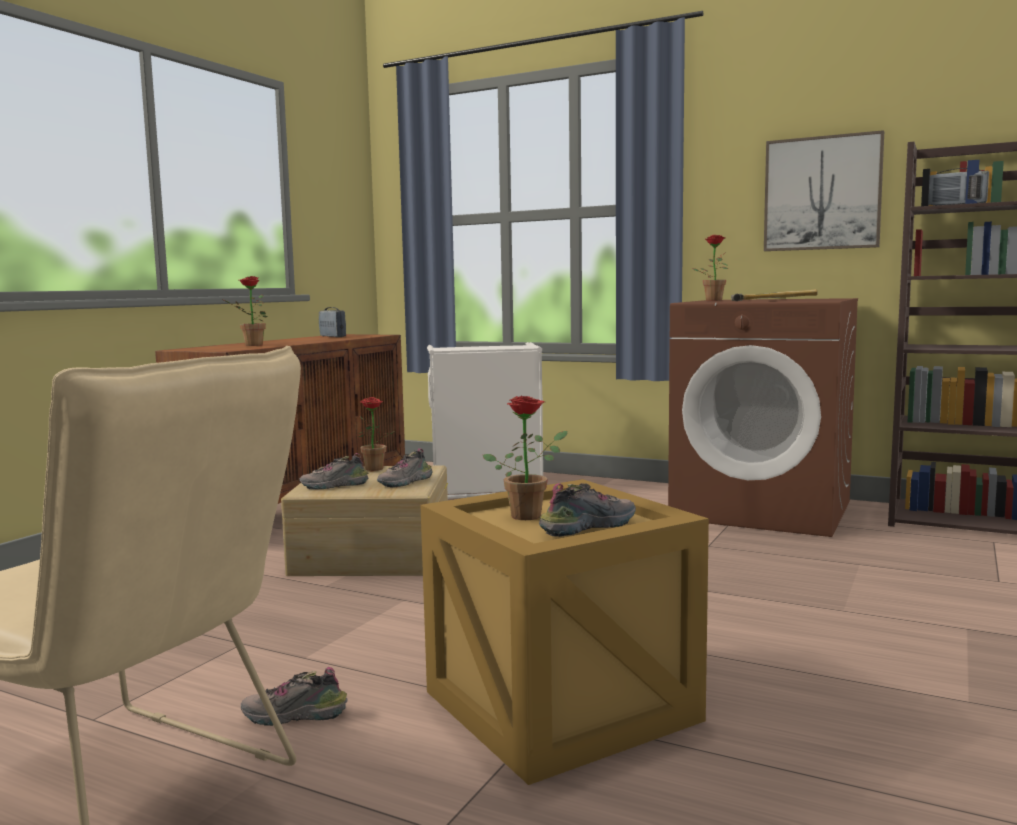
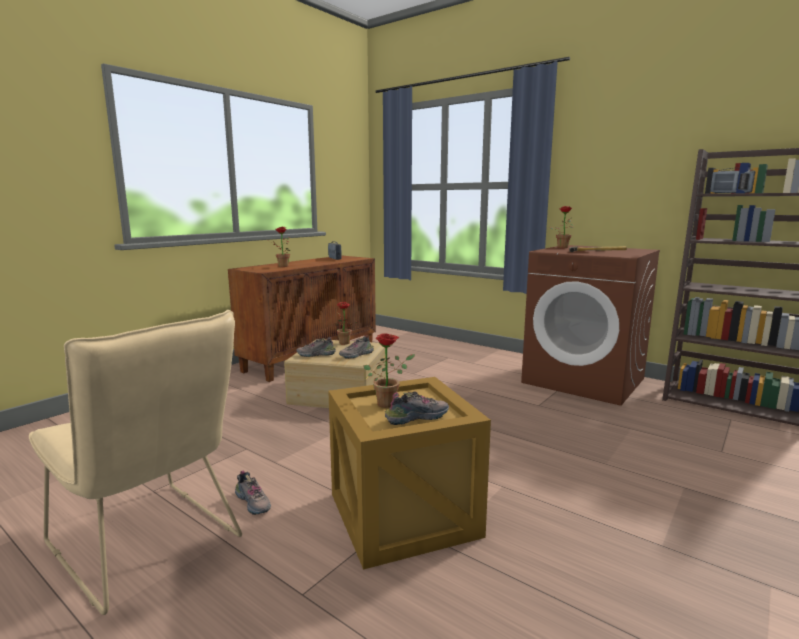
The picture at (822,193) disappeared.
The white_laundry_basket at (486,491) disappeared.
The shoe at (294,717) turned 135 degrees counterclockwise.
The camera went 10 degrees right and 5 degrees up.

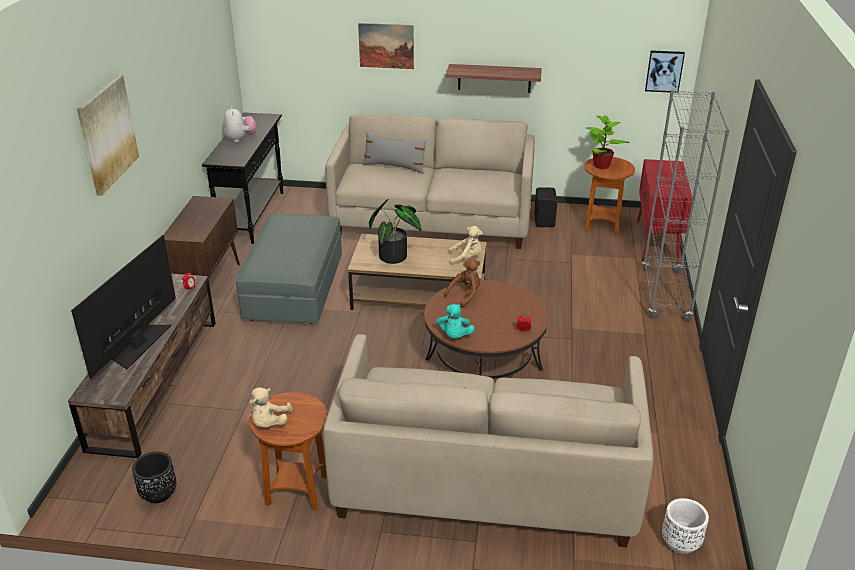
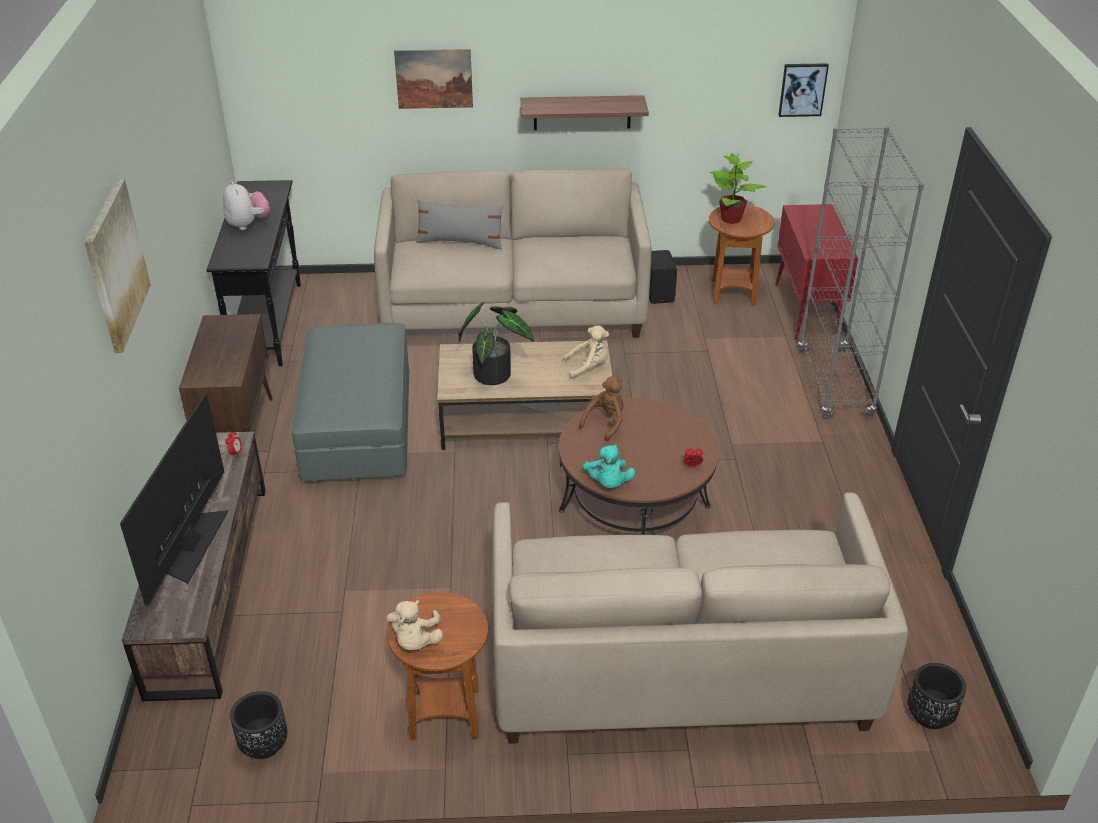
The white_planter at (680,543) became the black_planter at (929,715).
The camera went 10 degrees left and 5 degrees up.

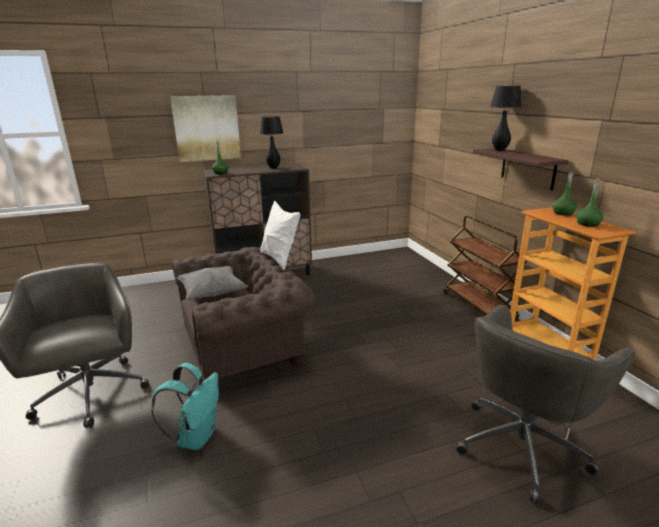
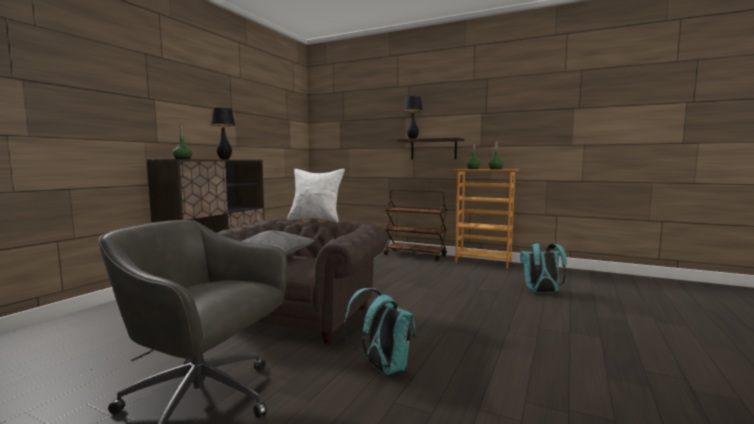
The picture at (207,128) disappeared.
The grey_office_chair at (523,444) was replaced by the turquoise_backpack at (541,292).
The camera went 45 degrees left and 15 degrees down.

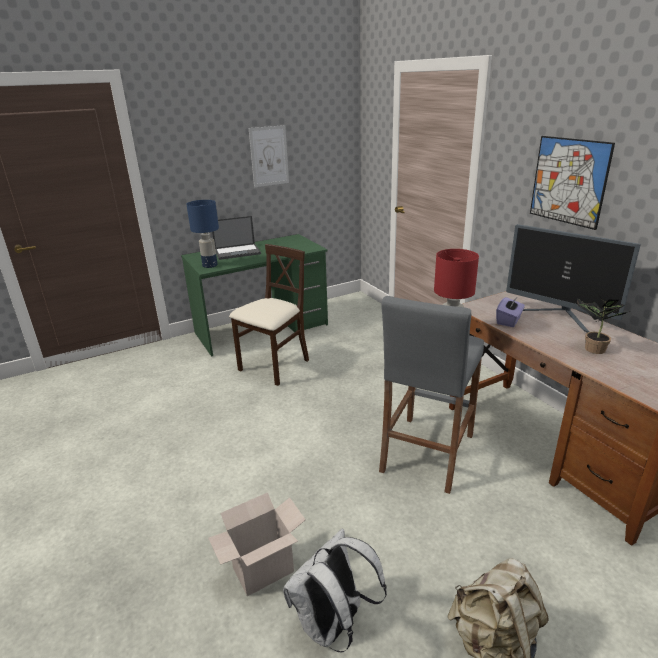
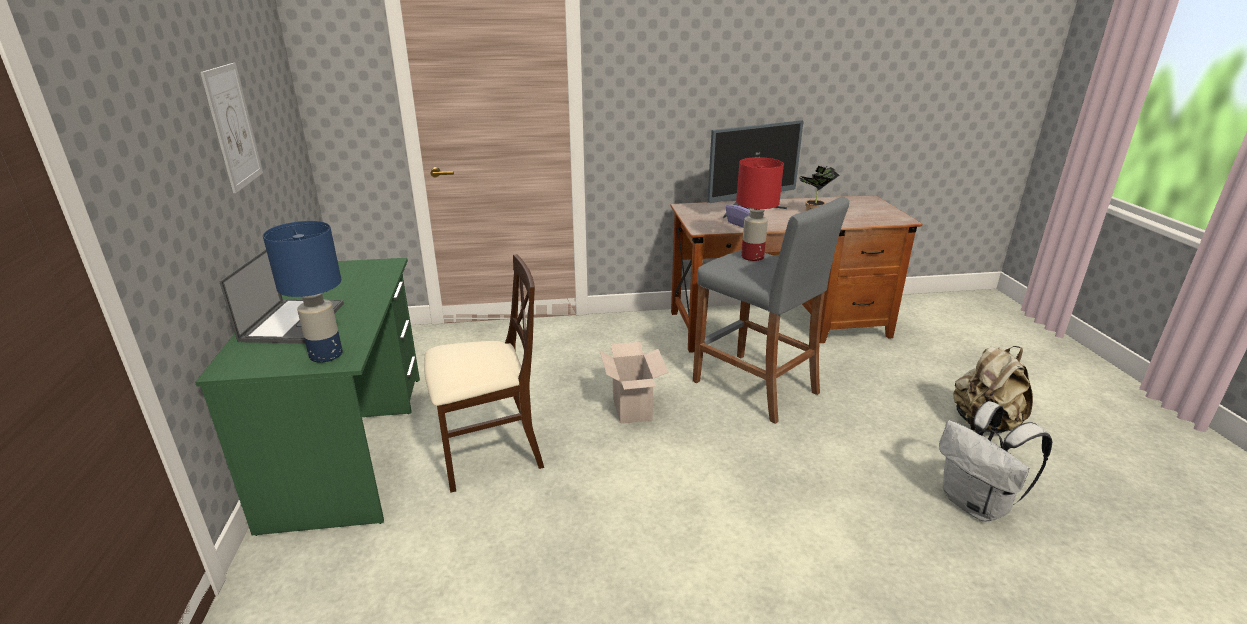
The picture at (569,181) disappeared.
The beige_chair at (274,366) turned 105 degrees clockwise.
The cardboard_box moved from (262,572) to (633,409).
The camera went 70 degrees left and 0 degrees up.

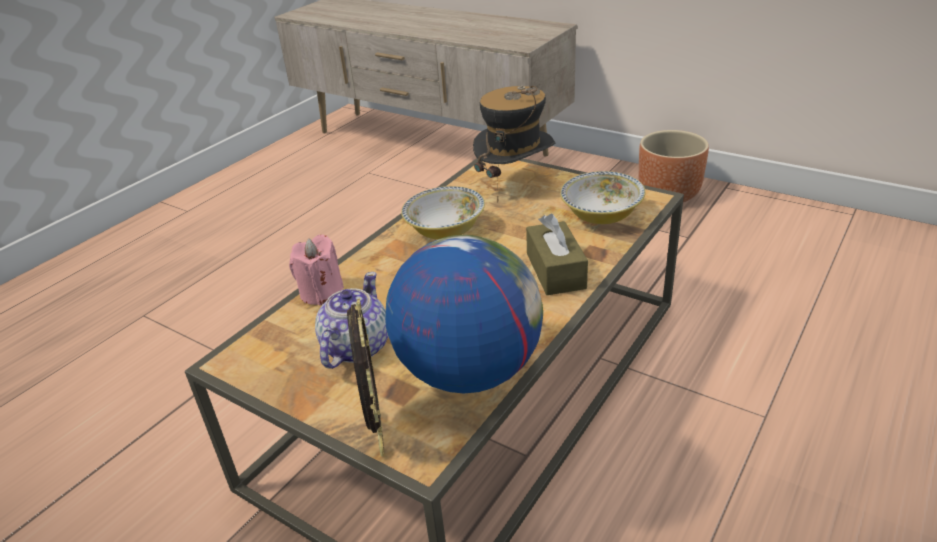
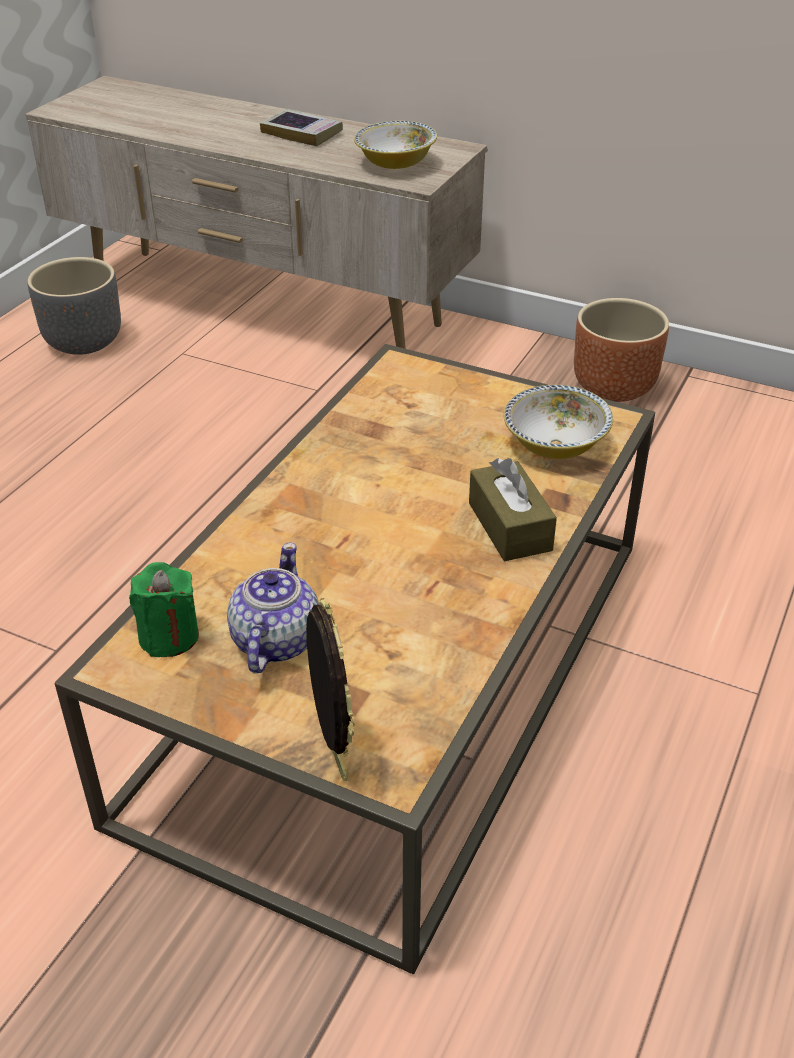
The hat at (515,184) disappeared.
The bowl moved from (445,230) to (395,163).
The pink_candle at (321,292) disappeared.
The globe at (468,371) disappeared.
The book at (302,133) appeared.
The grey_planter at (84,341) appeared.
The green_candle at (169,636) appeared.
The camera went 10 degrees left and 5 degrees up.

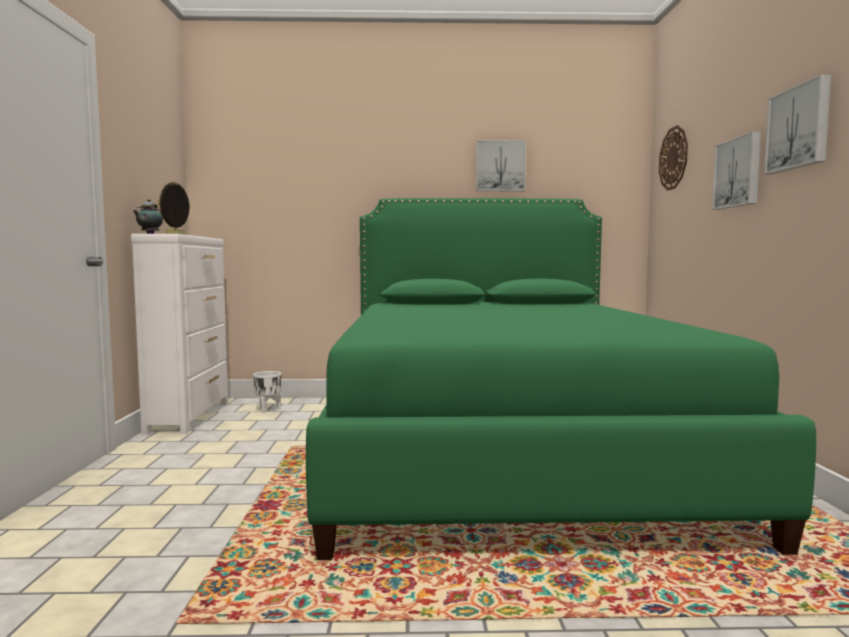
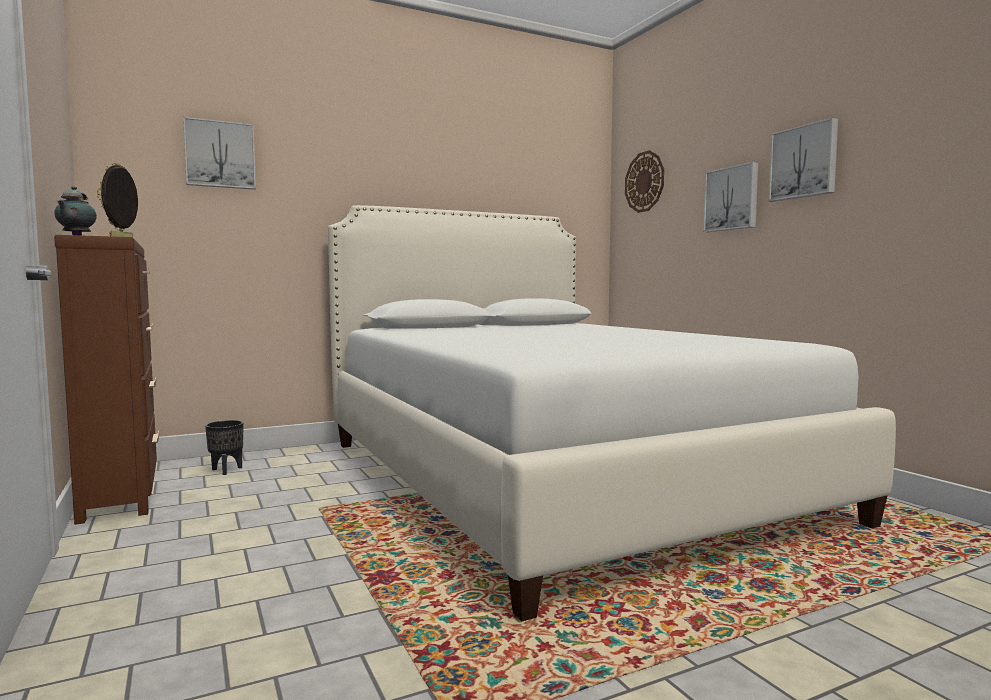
The picture moved from (500,166) to (220,155).
The green_bed at (504,448) became the white_bed at (552,477).
The white_dresser at (190,416) became the brown_dresser at (120,492).
The white_planter at (268,409) became the black_planter at (226,470).
The camera went 25 degrees left and 0 degrees up.

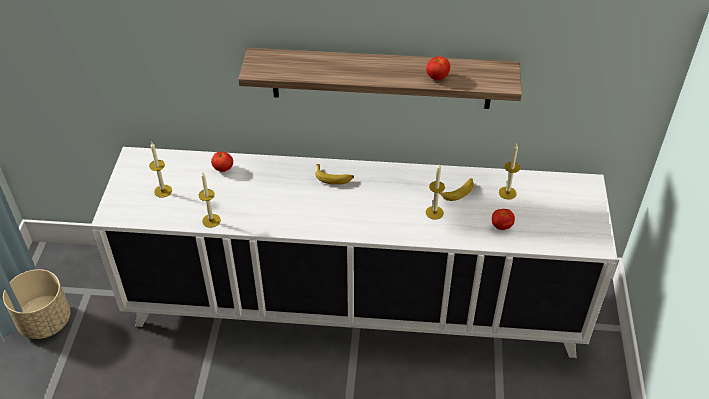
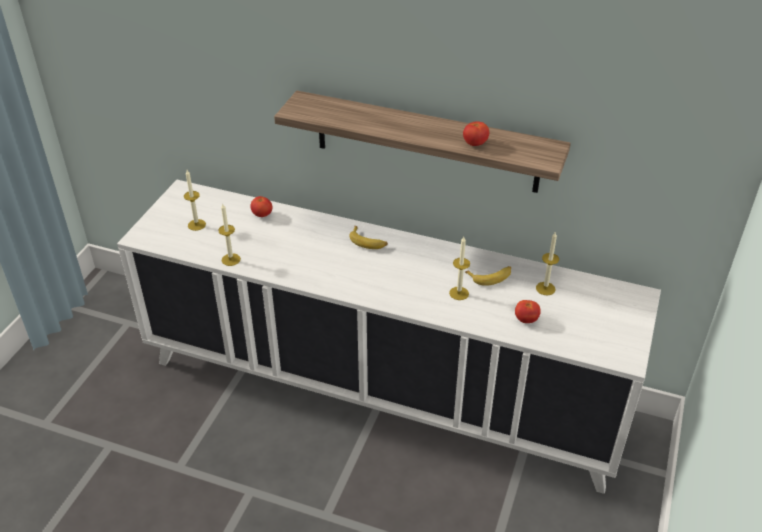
The beige_planter at (45,322) disappeared.
The camera went 15 degrees right and 5 degrees down.

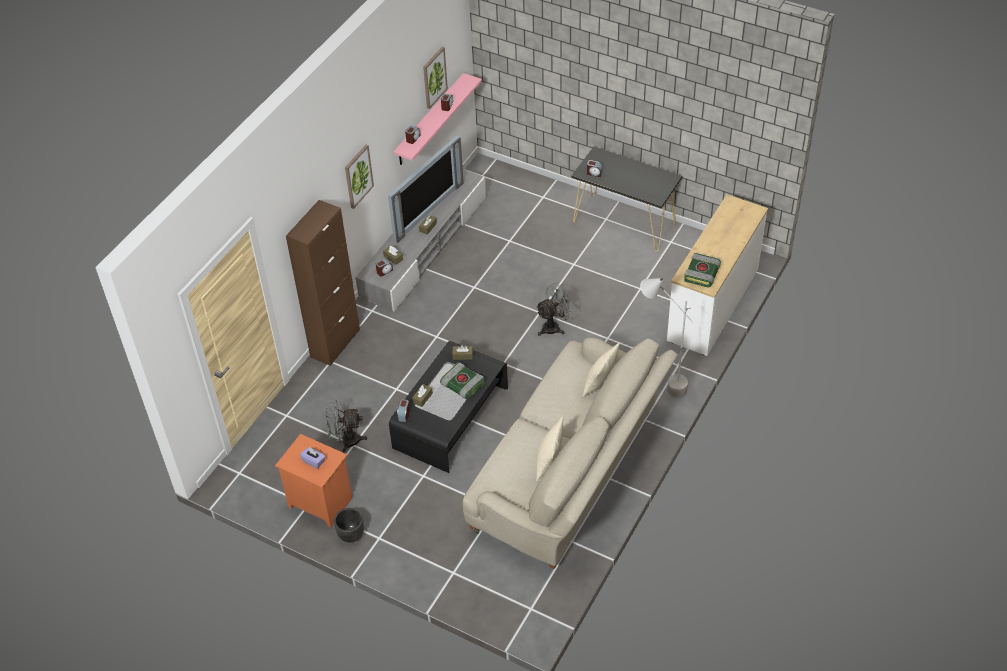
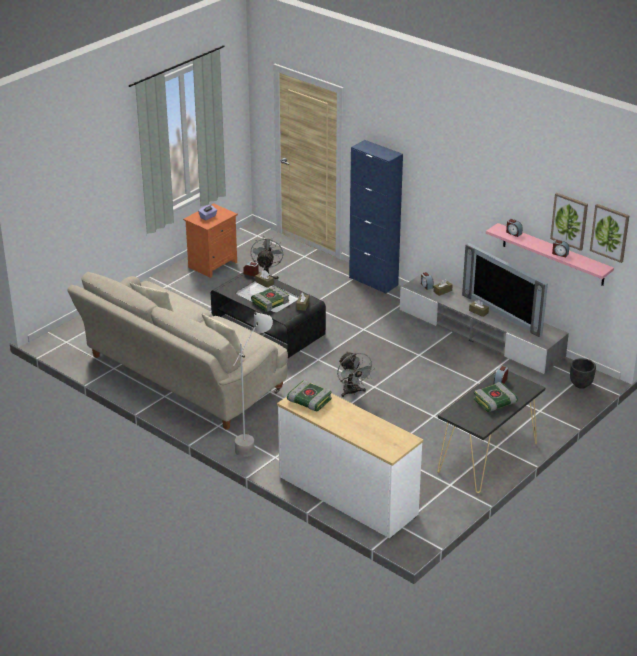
The picture moved from (358,176) to (610,232).
The brown_cabinet at (335,343) became the blue_cabinet at (373,281).
The black_planter moved from (351,535) to (580,384).
The book at (494,402) appeared.
The camera went 100 degrees right and 15 degrees down.

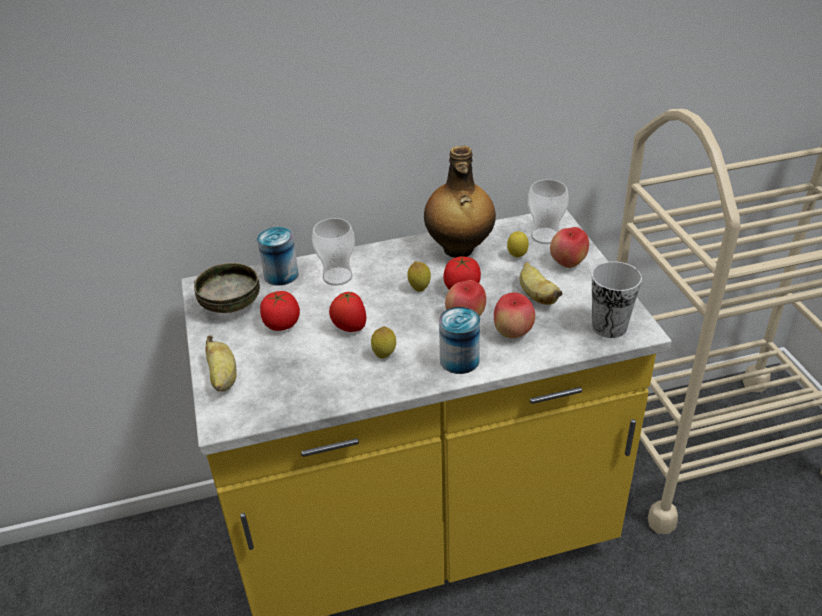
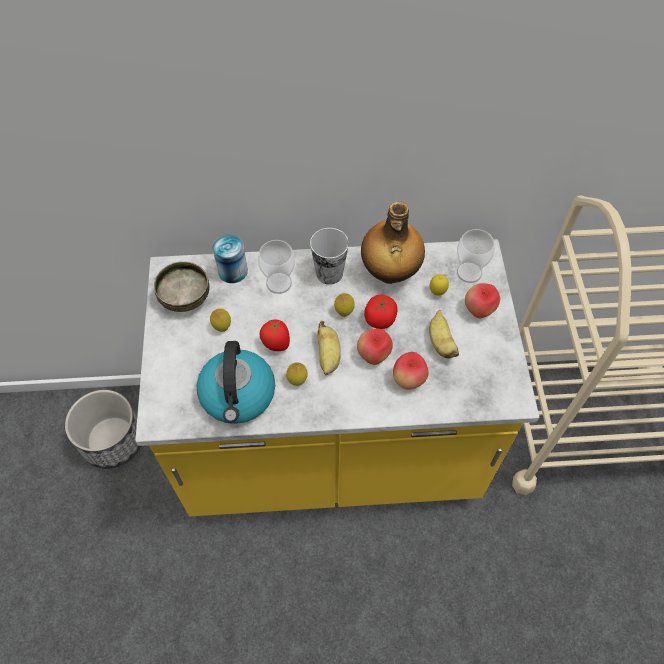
The cup moved from (609,326) to (329,273).
The tomato at (281,324) was replaced by the lemon at (222,327).
The can at (459,360) disappeared.
The banana moved from (223,378) to (328,356).
The kettle at (238,395) appeared.
The planter at (113,441) appeared.
The camera went 10 degrees right and 20 degrees up.

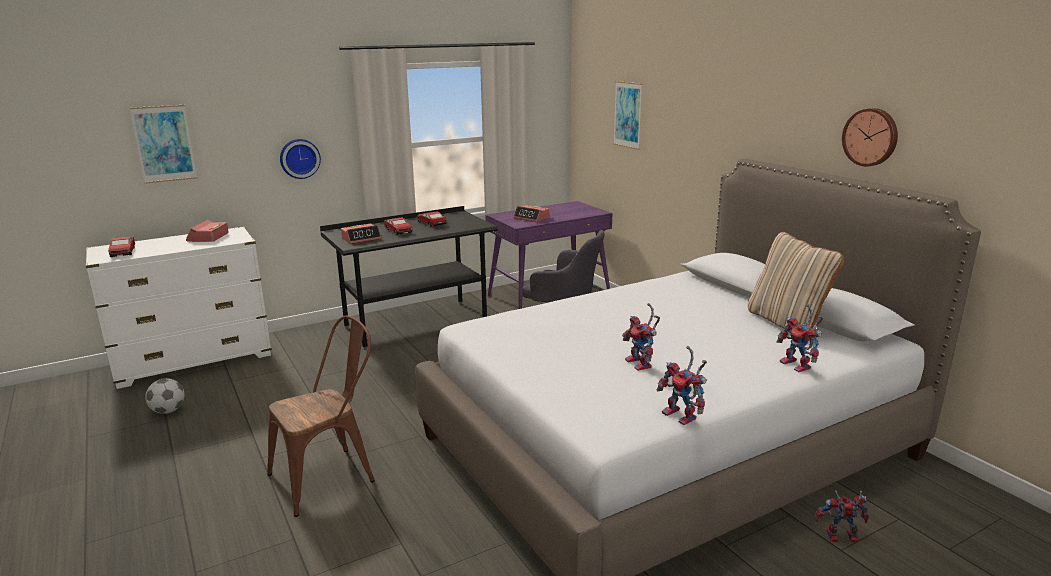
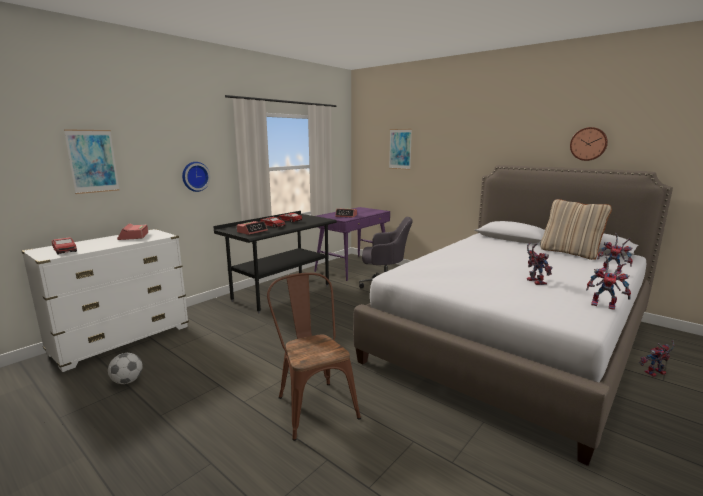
The toy_robot at (641,364) turned 150 degrees counterclockwise.
The brown_chair at (330,476) turned 60 degrees counterclockwise.
The camera went 20 degrees left and 5 degrees down.

